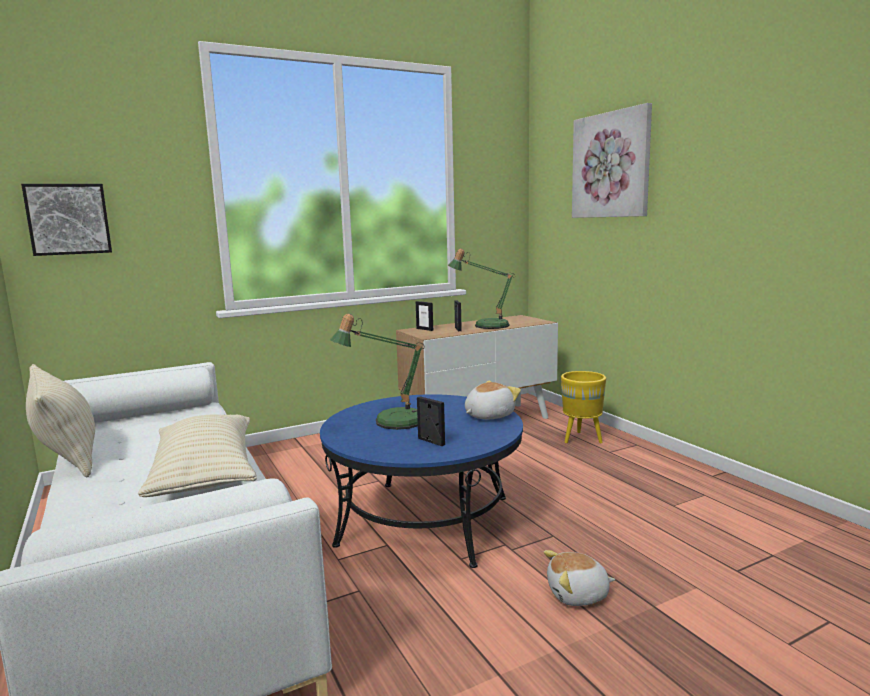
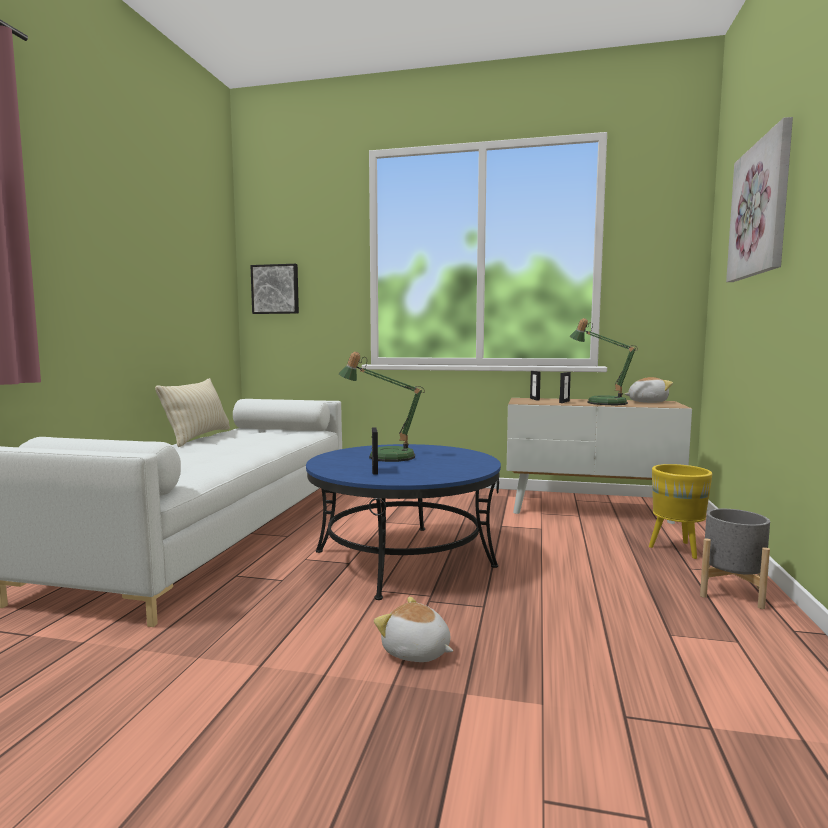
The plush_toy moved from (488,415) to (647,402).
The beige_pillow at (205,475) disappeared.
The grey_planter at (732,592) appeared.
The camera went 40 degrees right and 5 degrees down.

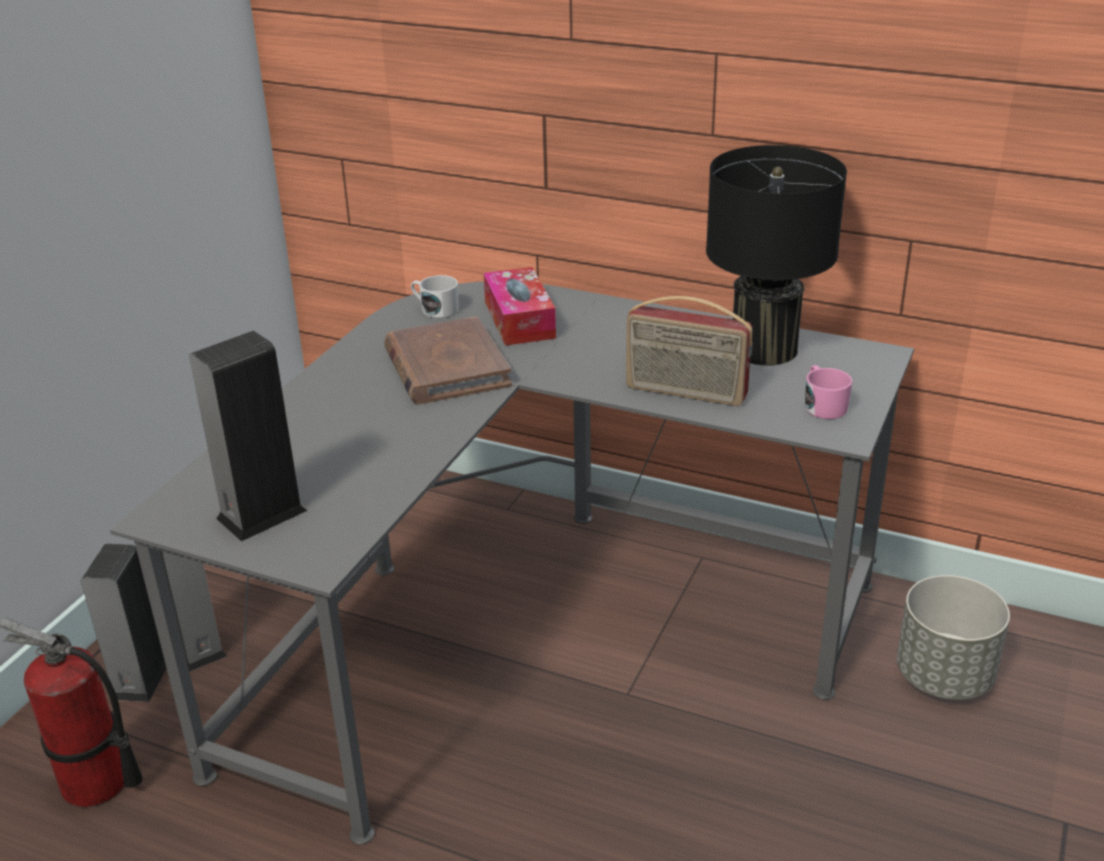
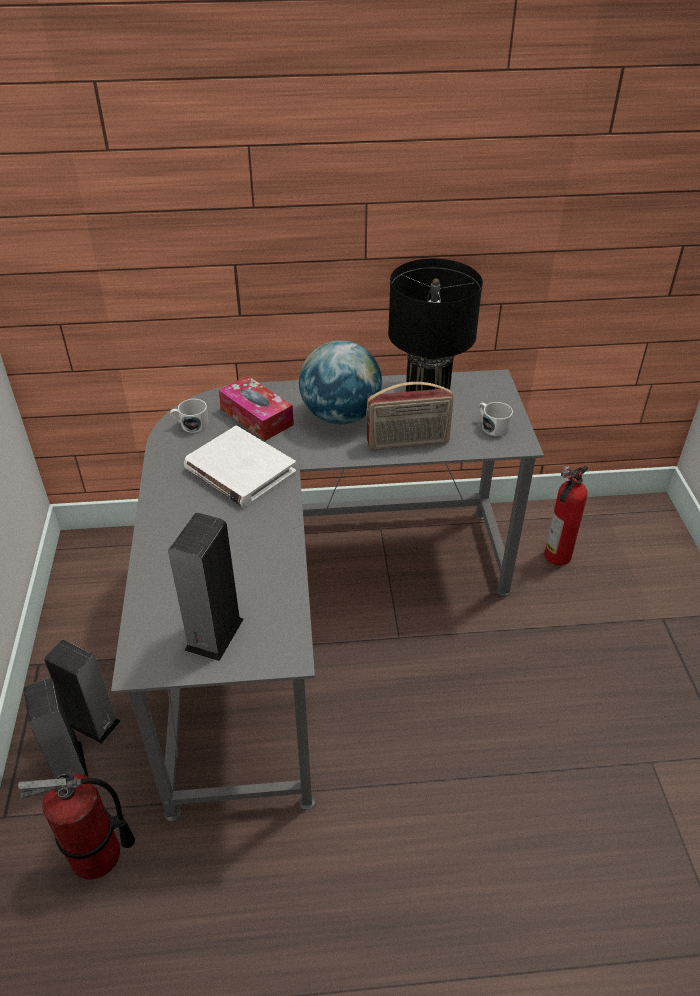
The brown_book at (446,367) became the white_book at (239,471).
The pink_mug at (823,405) became the white_mug at (492,426).
The grey_planter at (943,677) was replaced by the fire_extinguisher at (556,556).
The globe at (340,416) appeared.
The camera went 30 degrees left and 10 degrees up.

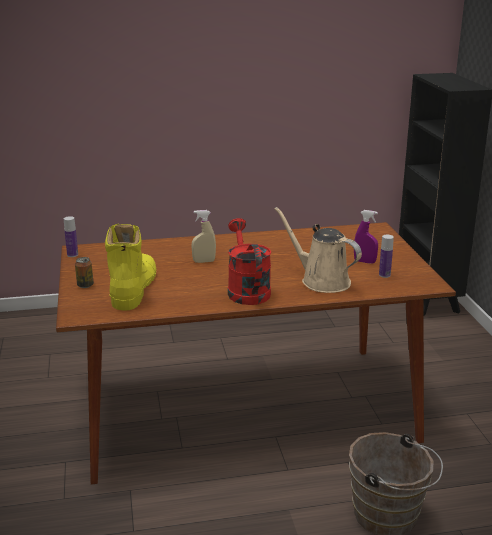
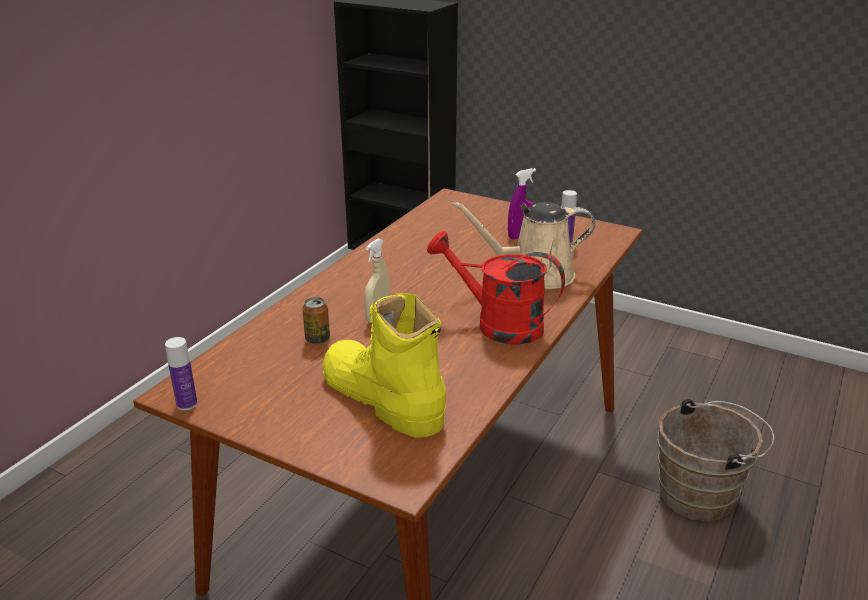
The can moved from (85,285) to (317,339).
The camera went 50 degrees left and 5 degrees up.

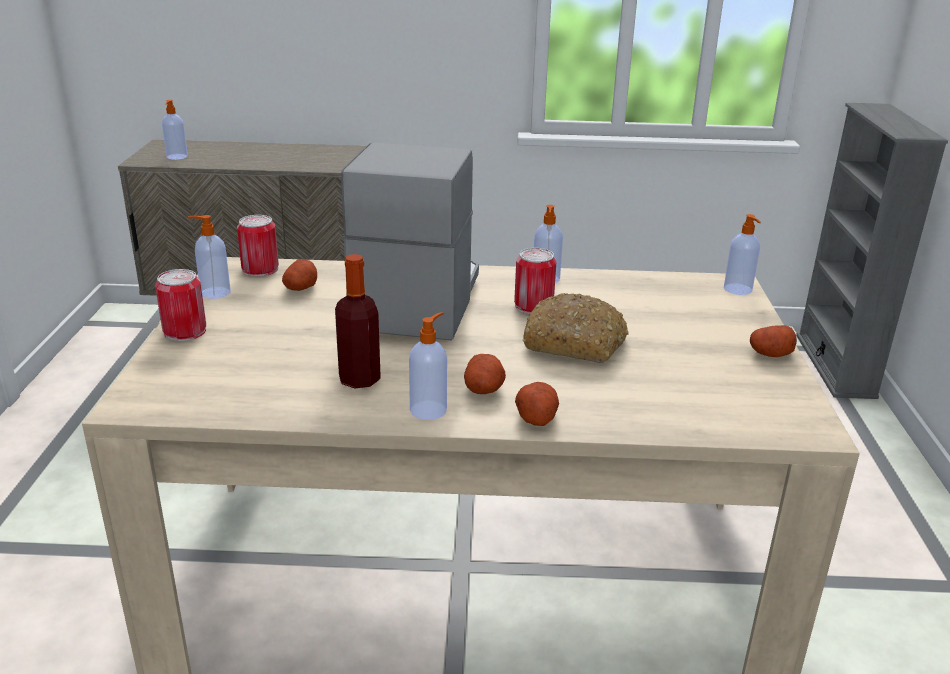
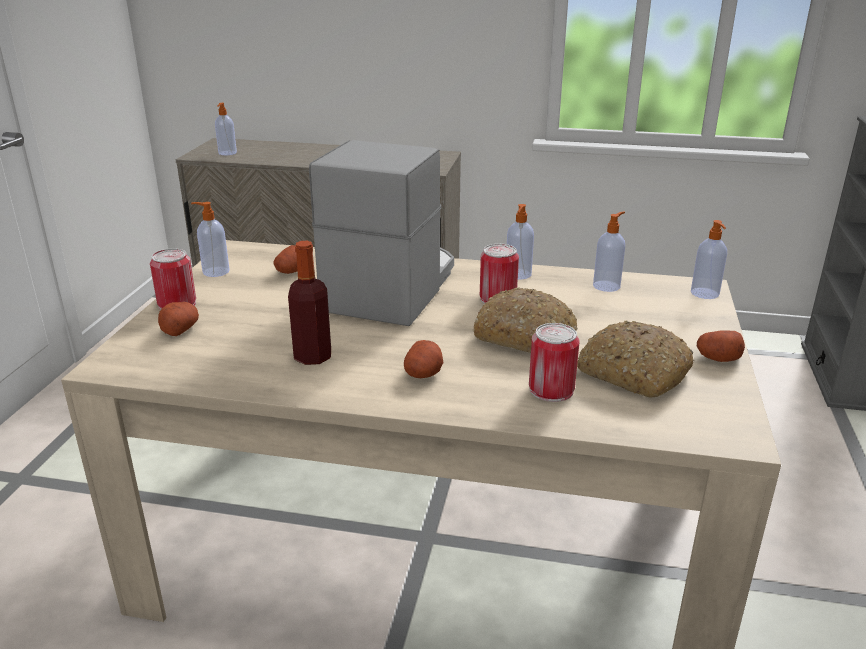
The can moved from (260,269) to (551,389).
The soap_dispenser moved from (429,410) to (607,286).
The potato moved from (536,416) to (180,329).
The bread at (632,373) appeared.
The camera went 10 degrees right and 0 degrees up.

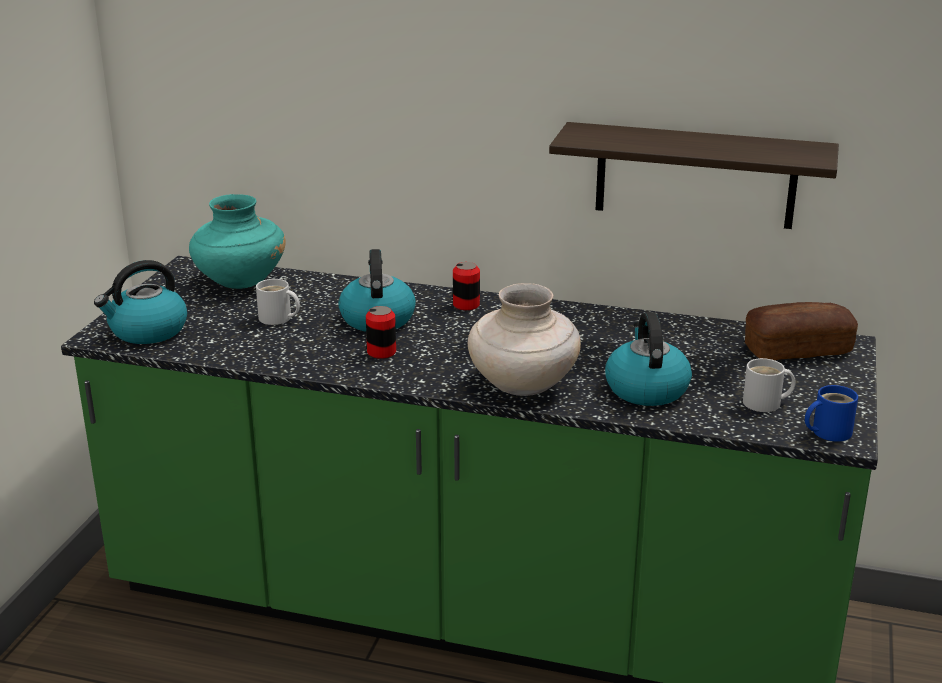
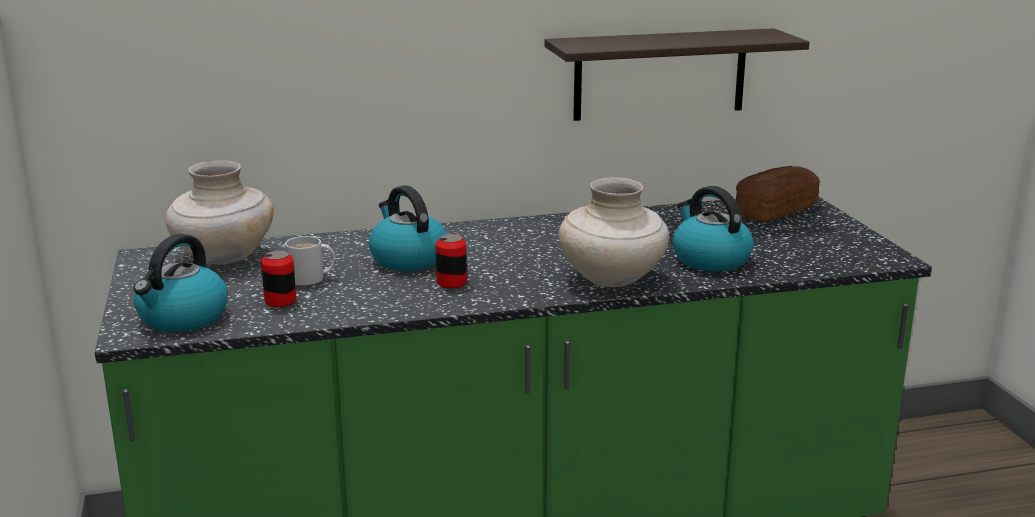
The turquoise_vase at (239,281) became the beige_vase at (223,257).
The can moved from (466,305) to (280,301).
The white_mug at (765,403) disappeared.
The blue_mug at (827,431) disappeared.
The camera went 30 degrees left and 5 degrees down.

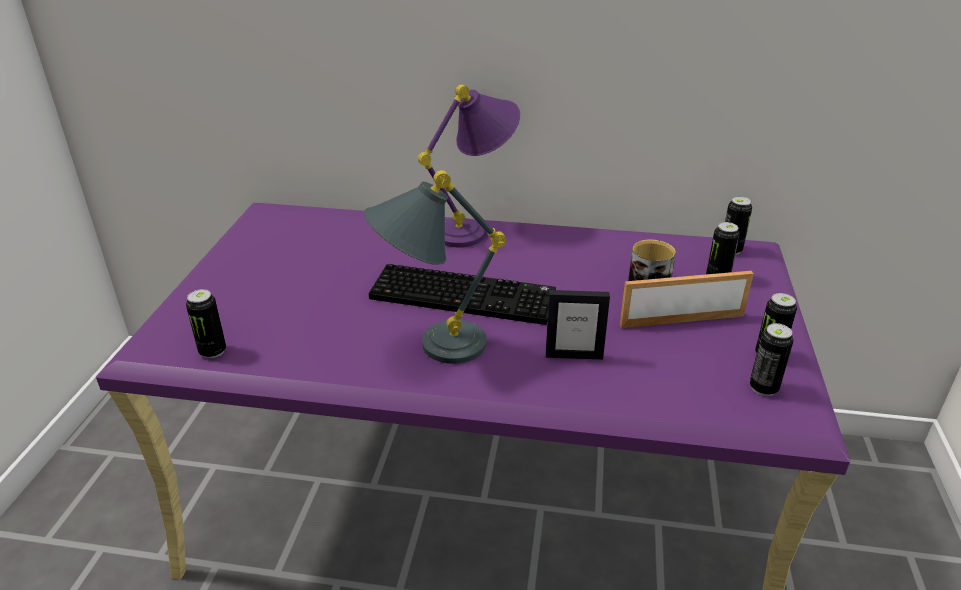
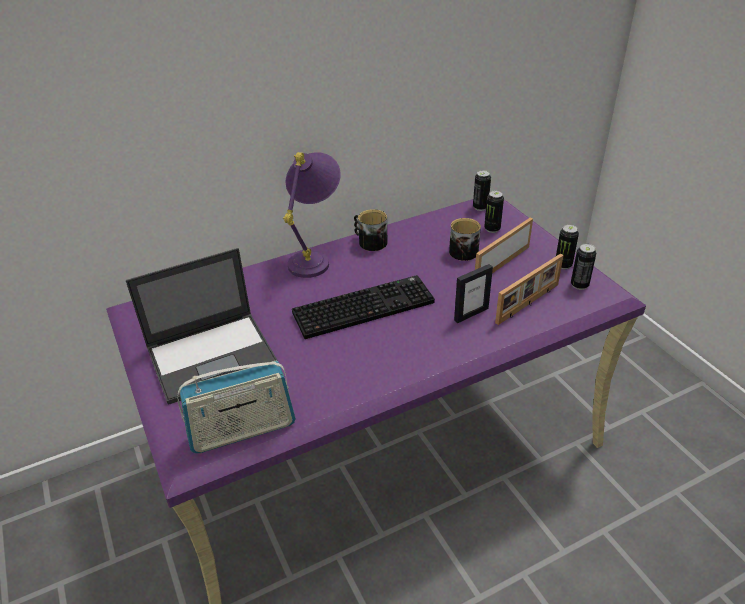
The grey_table_lamp at (430,347) disappeared.
The can at (212,351) was replaced by the radio at (242,431).
The mug at (370,242) appeared.
The laptop at (213,356) appeared.
The picture_frame at (528,304) appeared.
The camera went 35 degrees left and 5 degrees up.

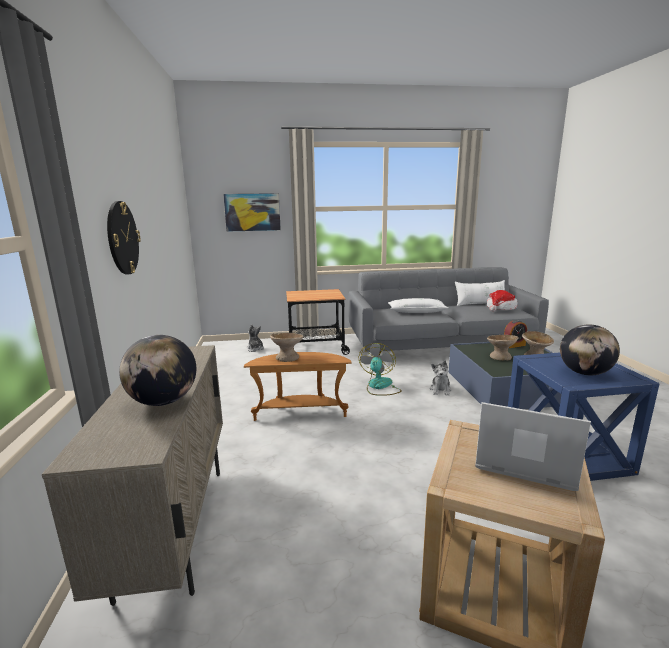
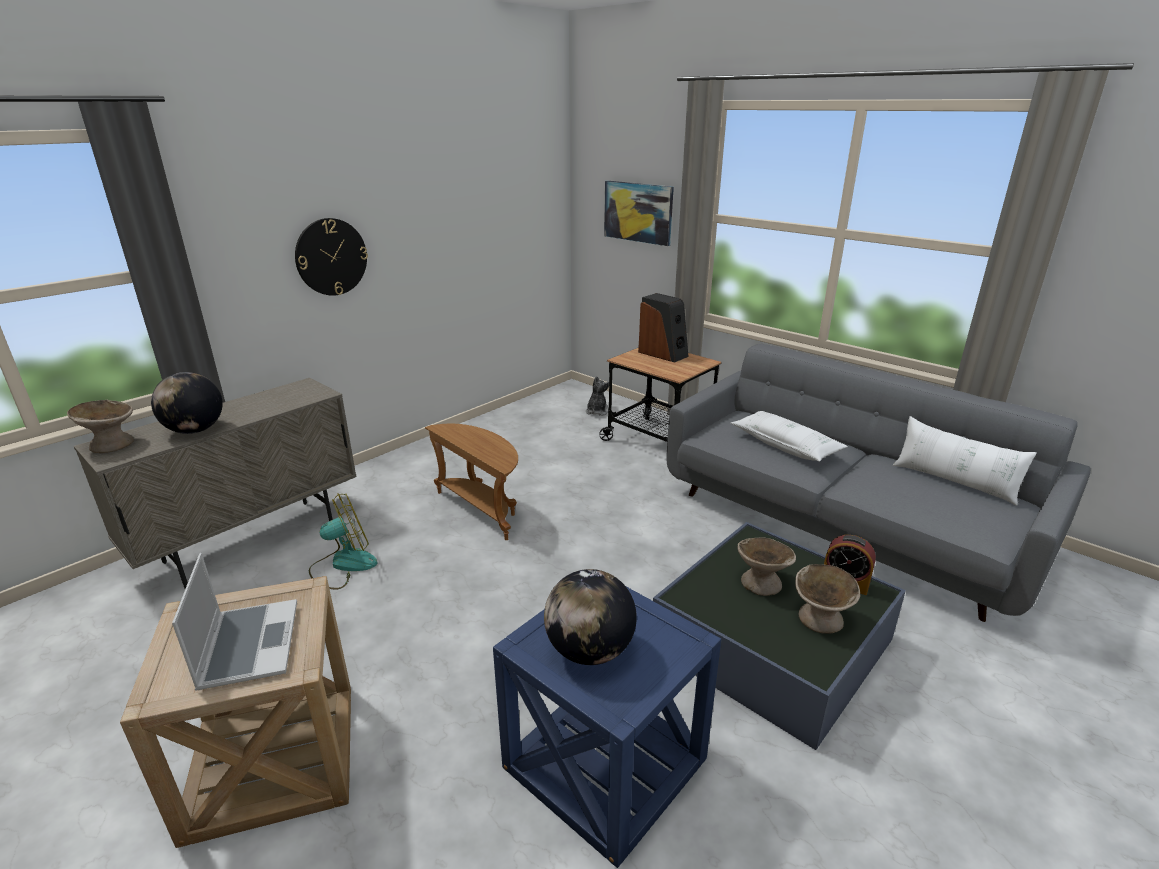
The hat at (500,308) disappeared.
The beige_bowl moved from (287,358) to (111,444).
The fan moved from (379,386) to (343,565).
The plush_toy at (440,390) disappeared.
The speaker at (663,354) appeared.
The camera went 50 degrees right and 10 degrees up.

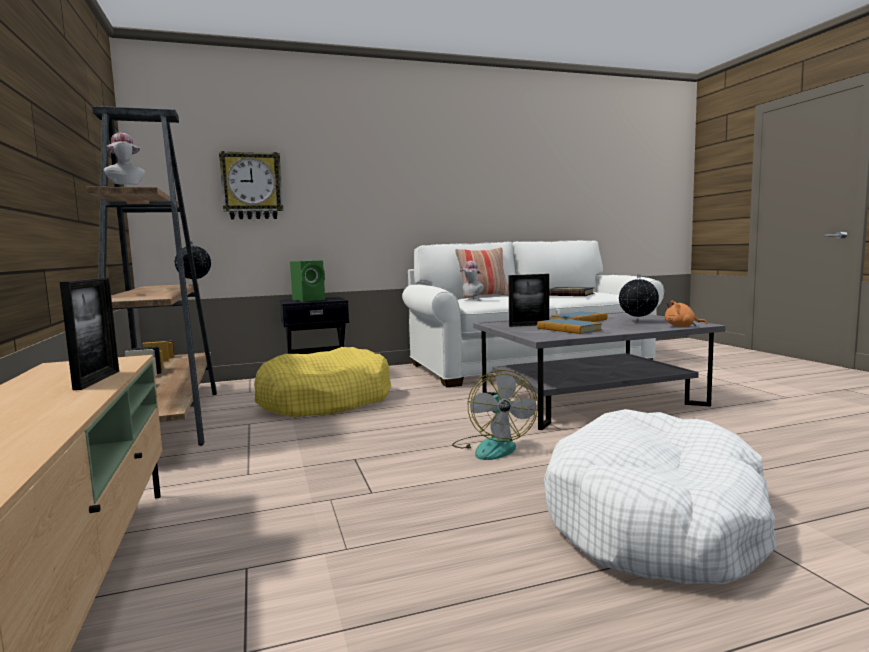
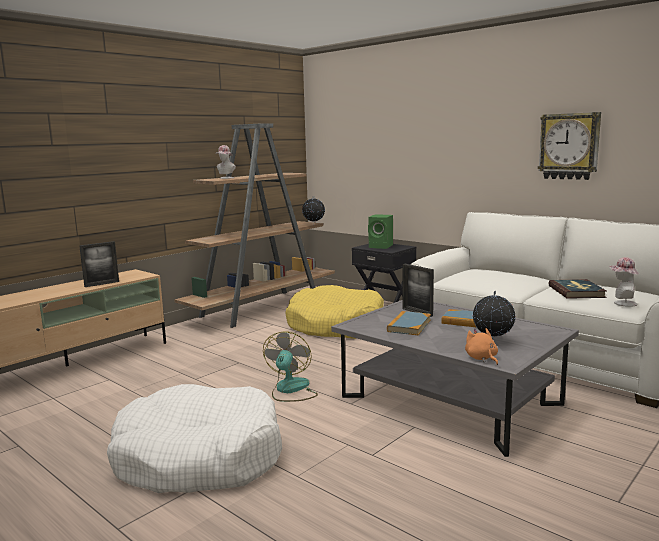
The wall_clock moved from (252,186) to (569,146).
The pillow at (483,296) disappeared.
The hat moved from (471,300) to (622,303).
The fan at (492,447) turned 135 degrees clockwise.
The camera went 60 degrees right and 5 degrees up.

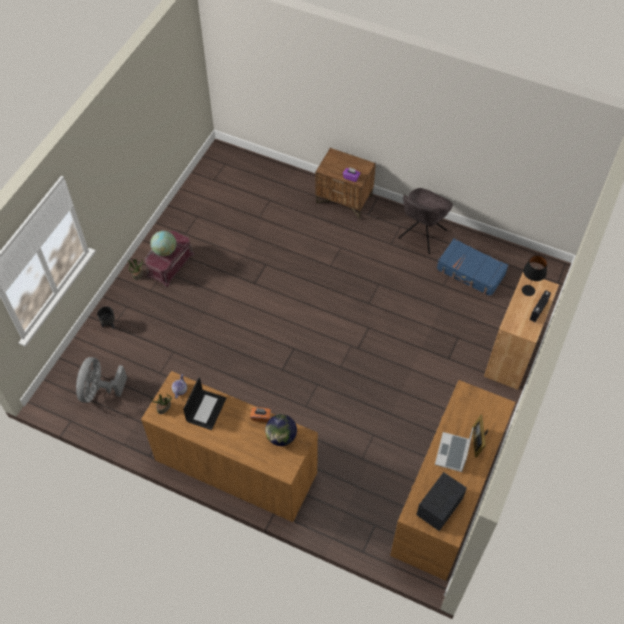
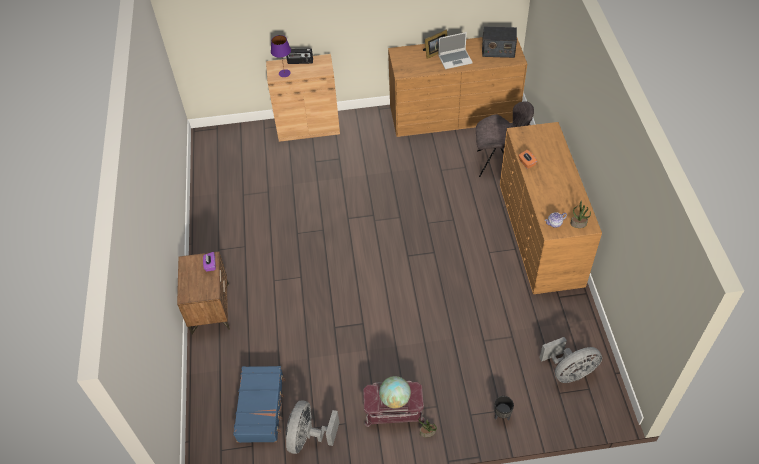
The grey_chair moved from (421,236) to (498,163).
The blue_suitcase moved from (470,272) to (261,407).
The black_table_lamp at (528,290) became the purple_table_lamp at (284,73).
The laptop at (206,409) disappeared.
The globe at (281,437) disappeared.
The grey_fan at (308,437) appeared.
The camera went 120 degrees left and 5 degrees down.

